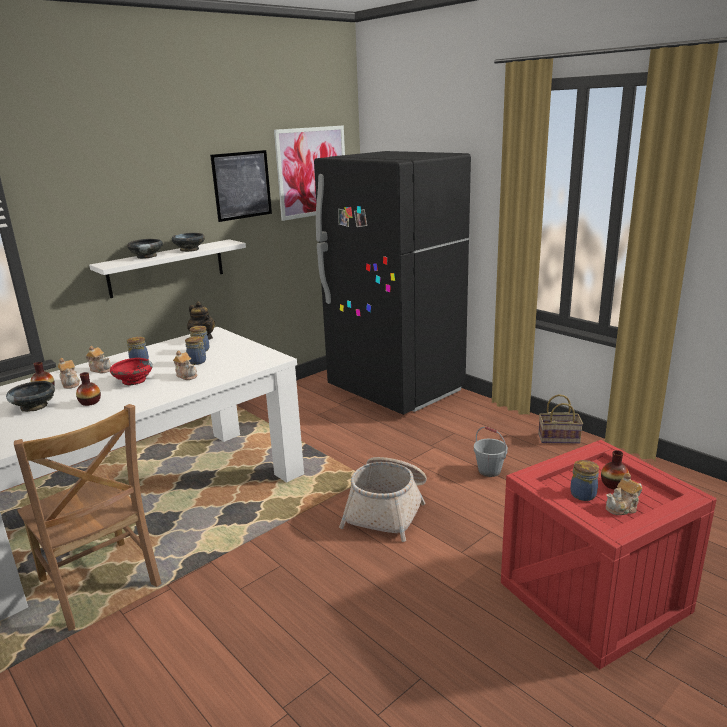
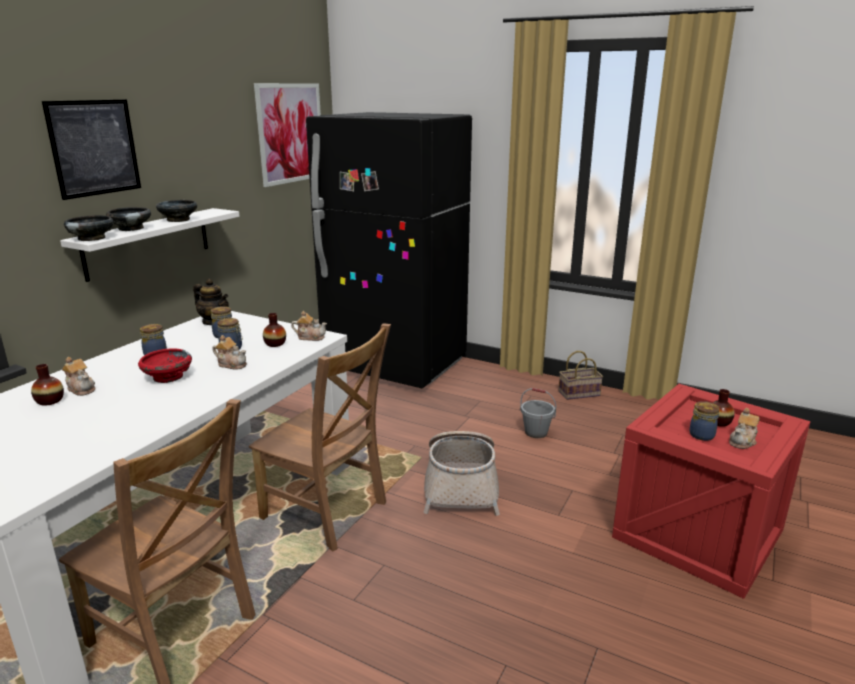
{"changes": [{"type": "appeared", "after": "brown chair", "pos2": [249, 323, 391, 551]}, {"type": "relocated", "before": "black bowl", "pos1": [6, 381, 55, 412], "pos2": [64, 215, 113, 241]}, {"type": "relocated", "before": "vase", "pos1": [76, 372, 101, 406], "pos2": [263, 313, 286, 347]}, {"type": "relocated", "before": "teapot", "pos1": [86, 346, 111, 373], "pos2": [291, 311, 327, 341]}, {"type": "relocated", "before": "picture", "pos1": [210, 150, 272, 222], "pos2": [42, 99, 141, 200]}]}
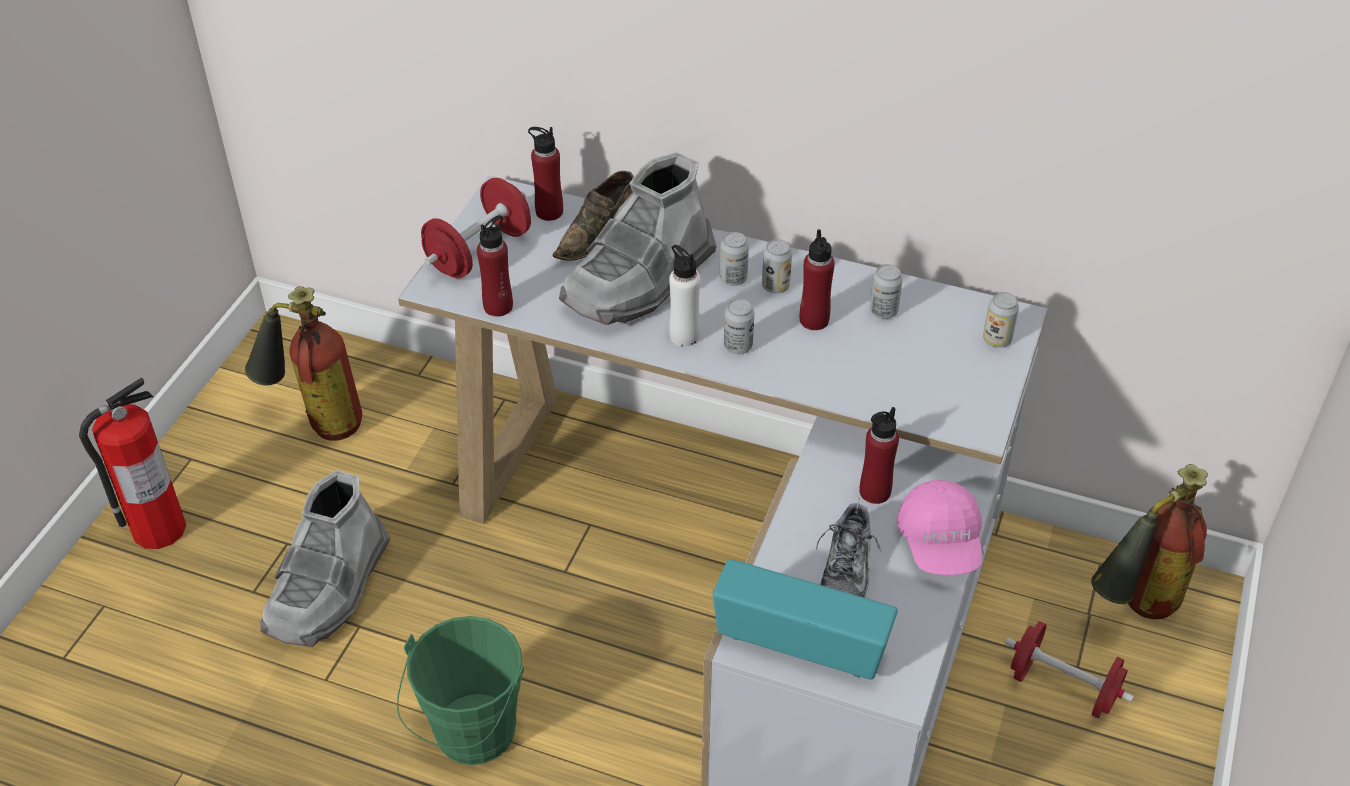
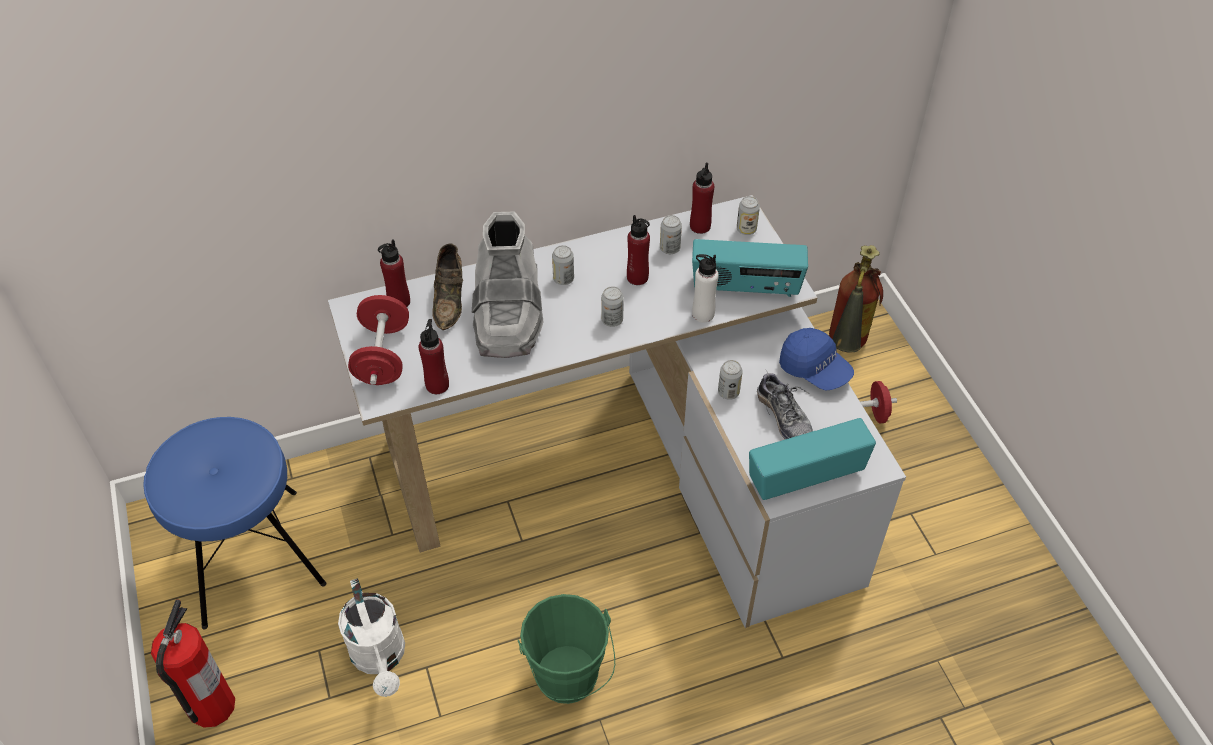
{"changes": [{"type": "appeared", "after": "radio", "pos2": [692, 239, 808, 297]}, {"type": "relocated", "before": "white bottle", "pos1": [669, 245, 700, 347], "pos2": [692, 254, 719, 323]}, {"type": "relocated", "before": "can", "pos1": [762, 239, 792, 294], "pos2": [718, 360, 743, 400]}, {"type": "relocated", "before": "red bottle", "pos1": [860, 407, 899, 504], "pos2": [690, 163, 714, 234]}, {"type": "exchanged", "before": "fire extinguisher", "after": "blue stool", "pos1": [245, 286, 362, 441], "pos2": [143, 417, 326, 630]}, {"type": "exchanged", "before": "grey boot", "after": "white watering can", "pos1": [260, 470, 390, 647], "pos2": [338, 578, 405, 697]}, {"type": "colour", "before": "pink cap", "after": "blue cap", "pos1": [897, 479, 983, 575], "pos2": [779, 328, 854, 391]}]}
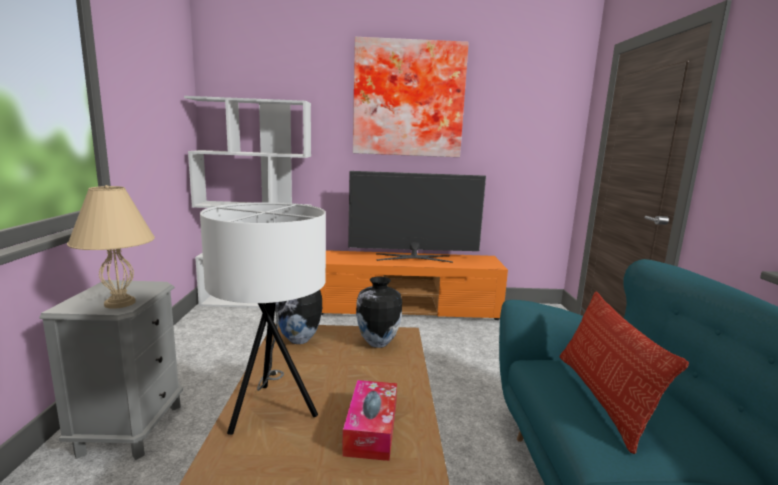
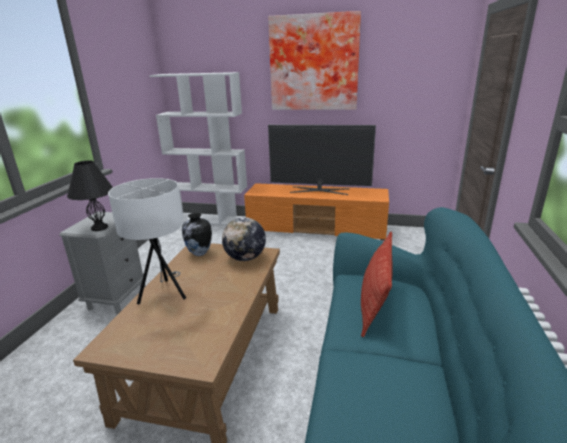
{"changes": [{"type": "missing", "before": "tissue box", "pos1": [342, 380, 397, 461]}, {"type": "exchanged", "before": "vase", "after": "globe", "pos1": [356, 277, 402, 348], "pos2": [222, 217, 266, 261]}, {"type": "colour", "before": "beige table lamp", "after": "black table lamp", "pos1": [67, 185, 155, 309], "pos2": [67, 160, 113, 231]}]}
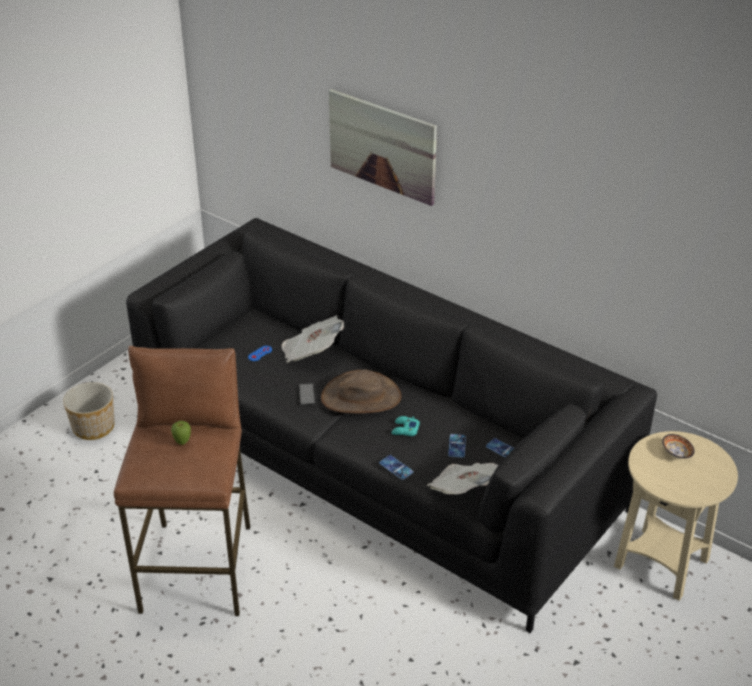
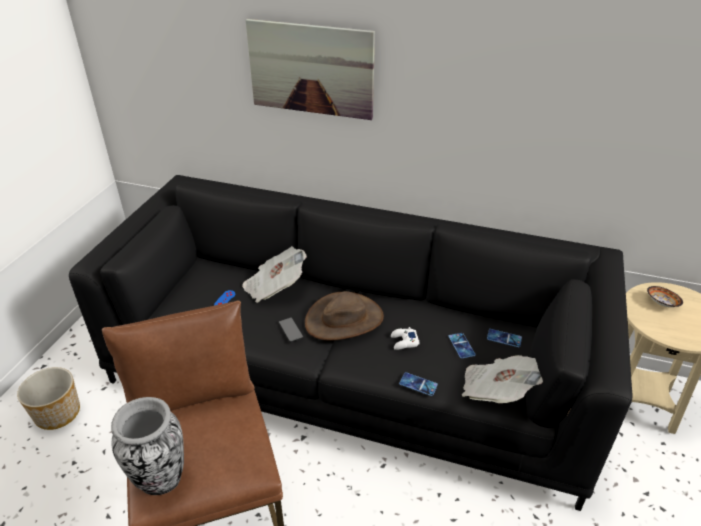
{"changes": [{"type": "missing", "before": "apple", "pos1": [171, 421, 191, 445]}, {"type": "appeared", "after": "vase", "pos2": [111, 397, 184, 495]}, {"type": "colour", "before": "turquoise game controller", "after": "white game controller", "pos1": [392, 416, 420, 436], "pos2": [391, 327, 419, 350]}]}
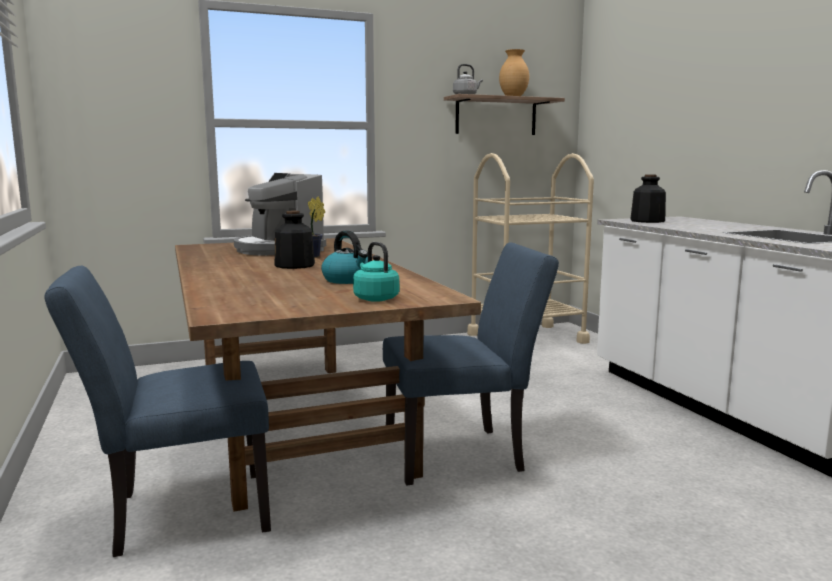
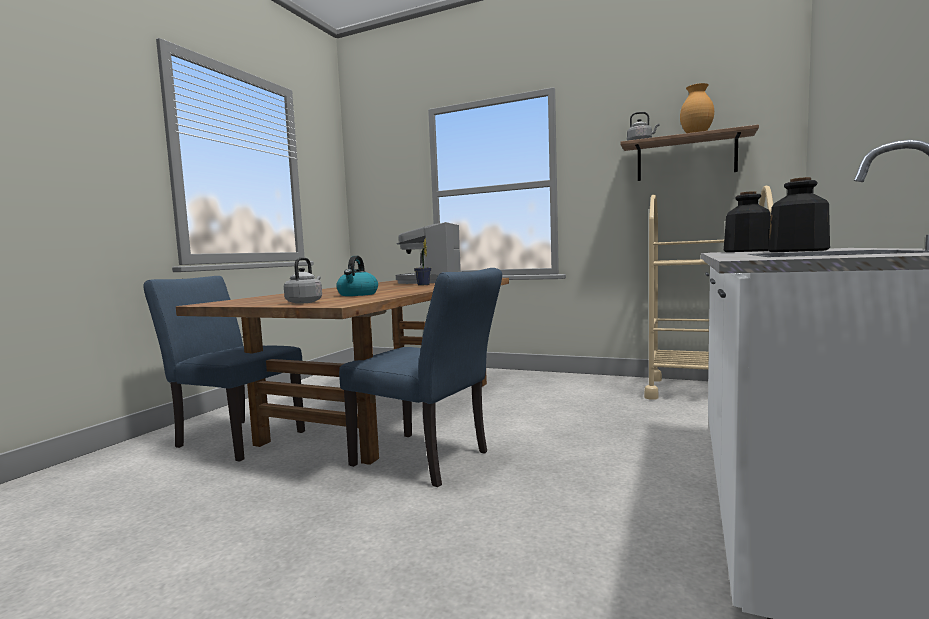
{"changes": [{"type": "relocated", "before": "bottle", "pos1": [275, 211, 315, 269], "pos2": [768, 177, 830, 252]}, {"type": "colour", "before": "turquoise kettle", "after": "grey kettle", "pos1": [353, 242, 399, 302], "pos2": [284, 257, 322, 304]}]}
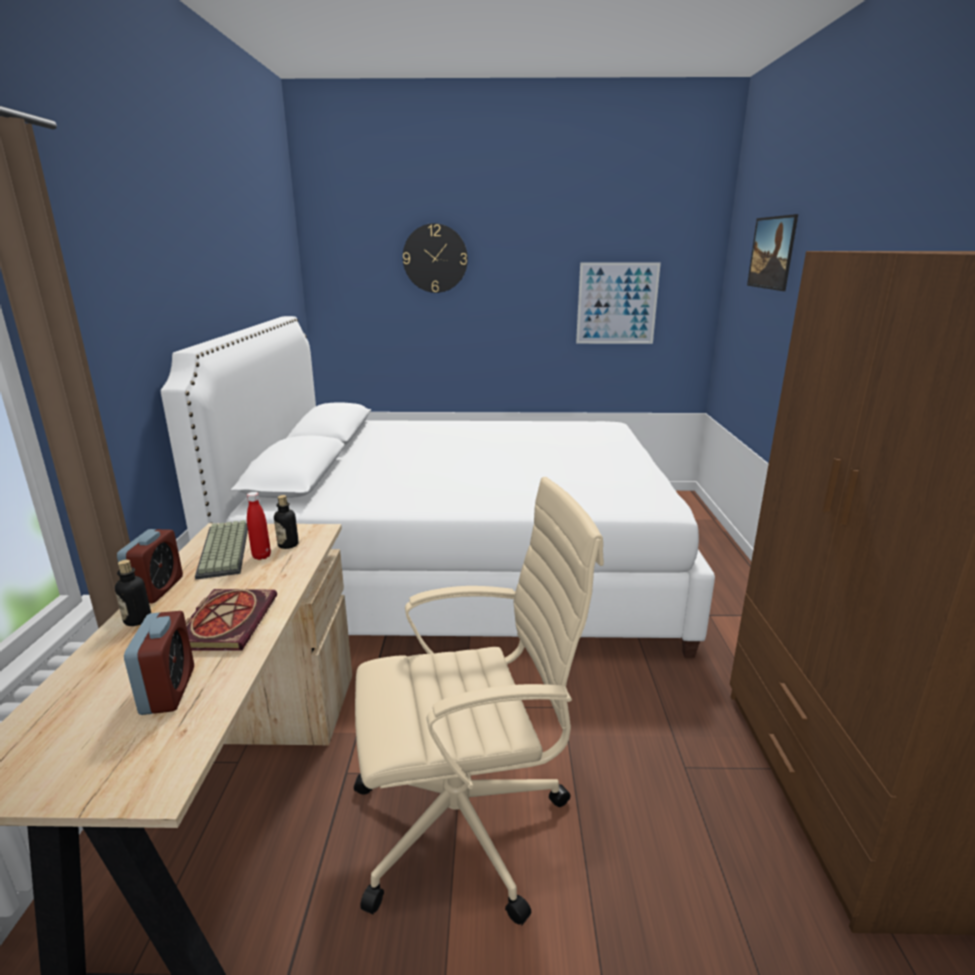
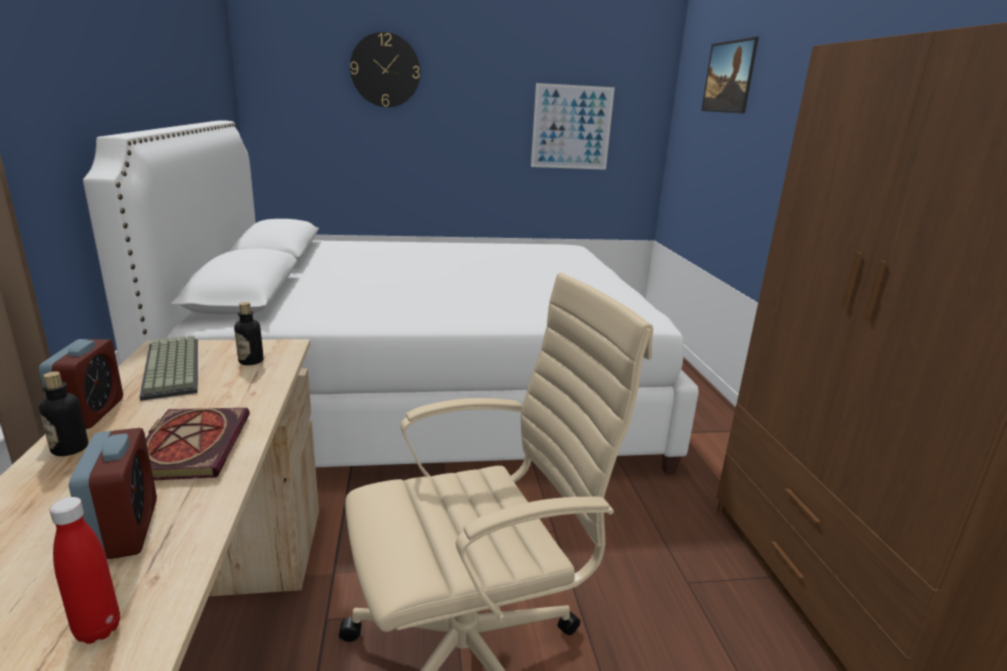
{"changes": [{"type": "relocated", "before": "red bottle", "pos1": [247, 492, 271, 560], "pos2": [49, 497, 120, 644]}]}
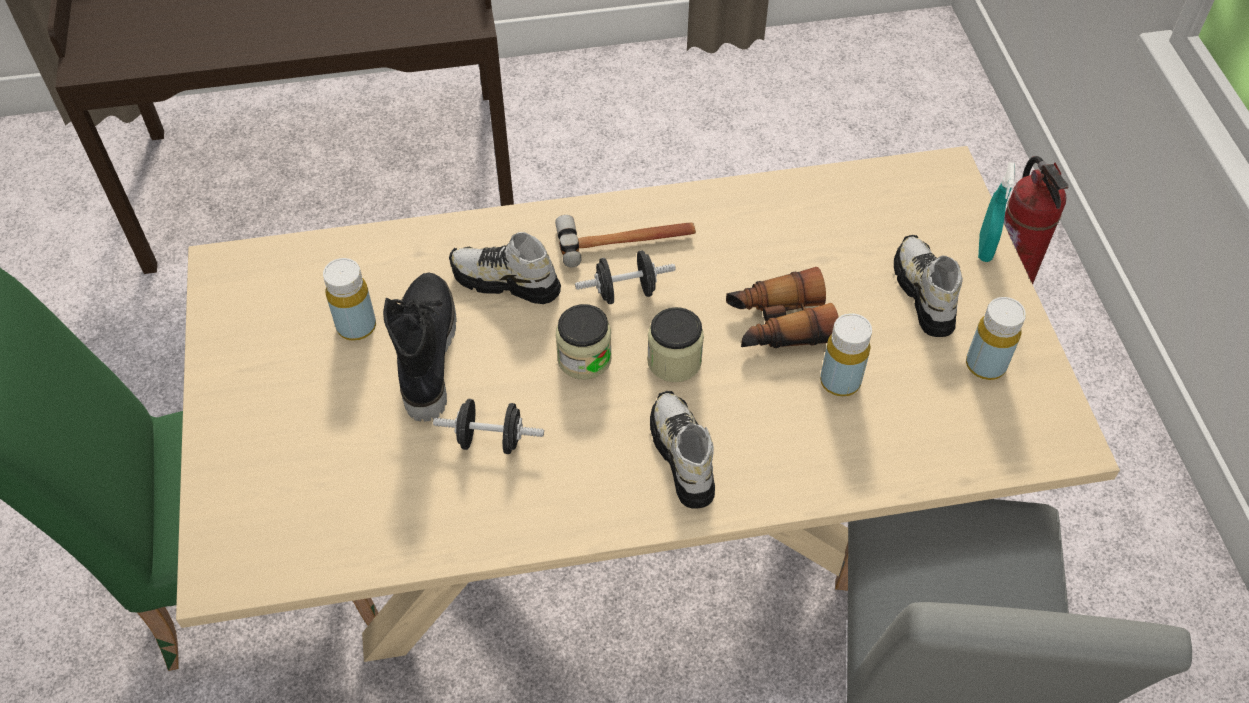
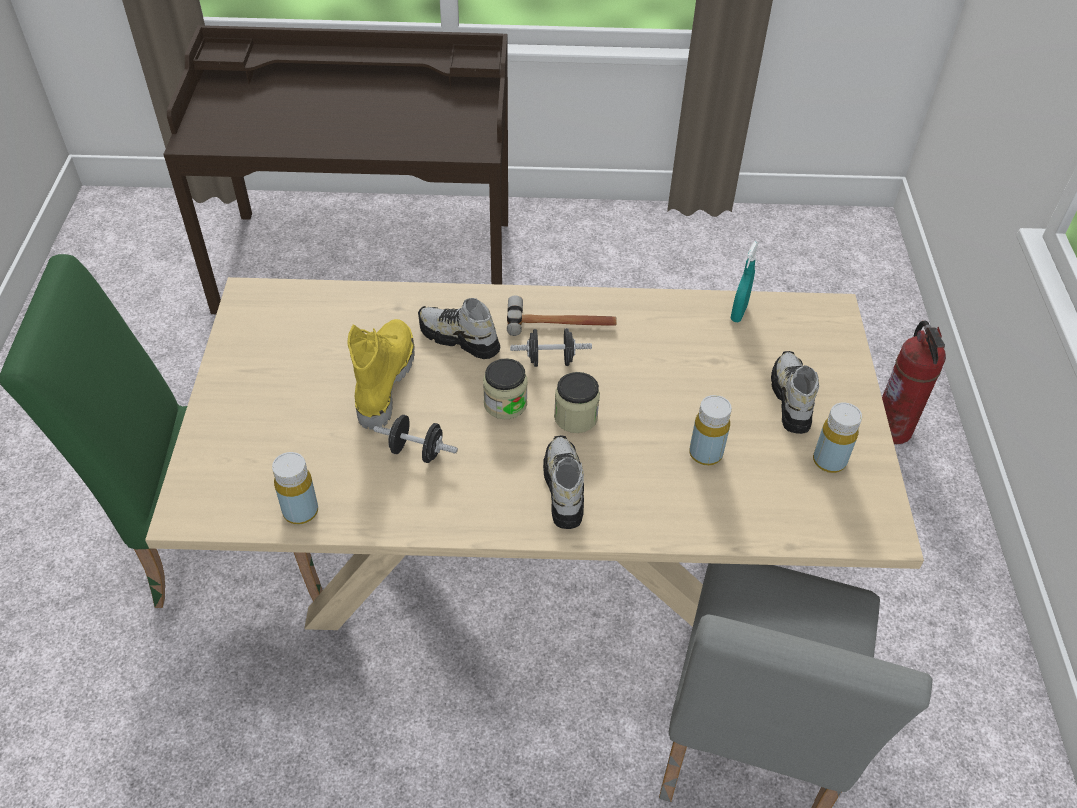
{"changes": [{"type": "missing", "before": "binoculars", "pos1": [726, 267, 839, 348]}, {"type": "relocated", "before": "yellow bottle", "pos1": [323, 258, 376, 341], "pos2": [272, 452, 318, 524]}, {"type": "relocated", "before": "turquoise spray bottle", "pos1": [978, 162, 1015, 262], "pos2": [730, 241, 758, 322]}, {"type": "colour", "before": "black boot", "after": "yellow boot", "pos1": [383, 272, 457, 422], "pos2": [347, 319, 415, 430]}]}
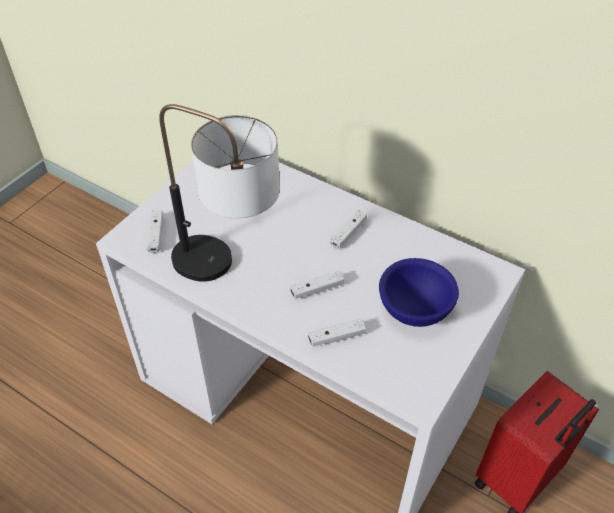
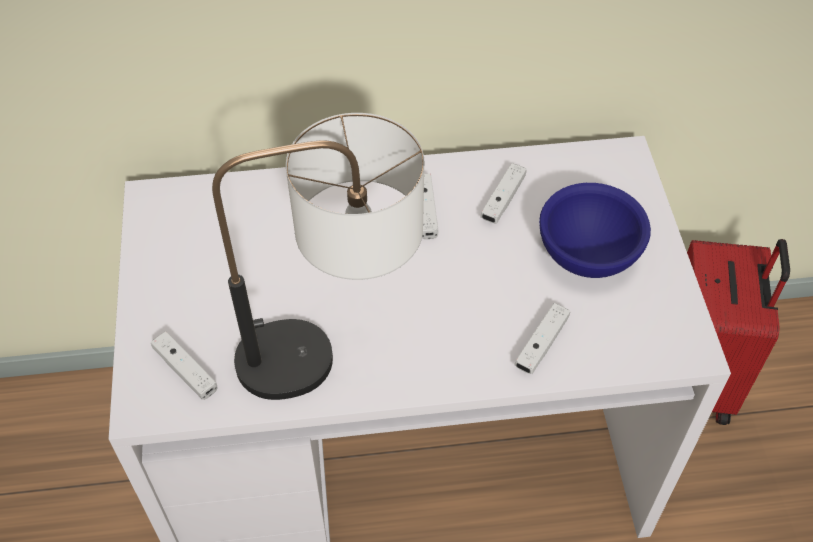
{"changes": [{"type": "relocated", "before": "white game controller", "pos1": [290, 270, 345, 299], "pos2": [480, 163, 527, 223]}]}
